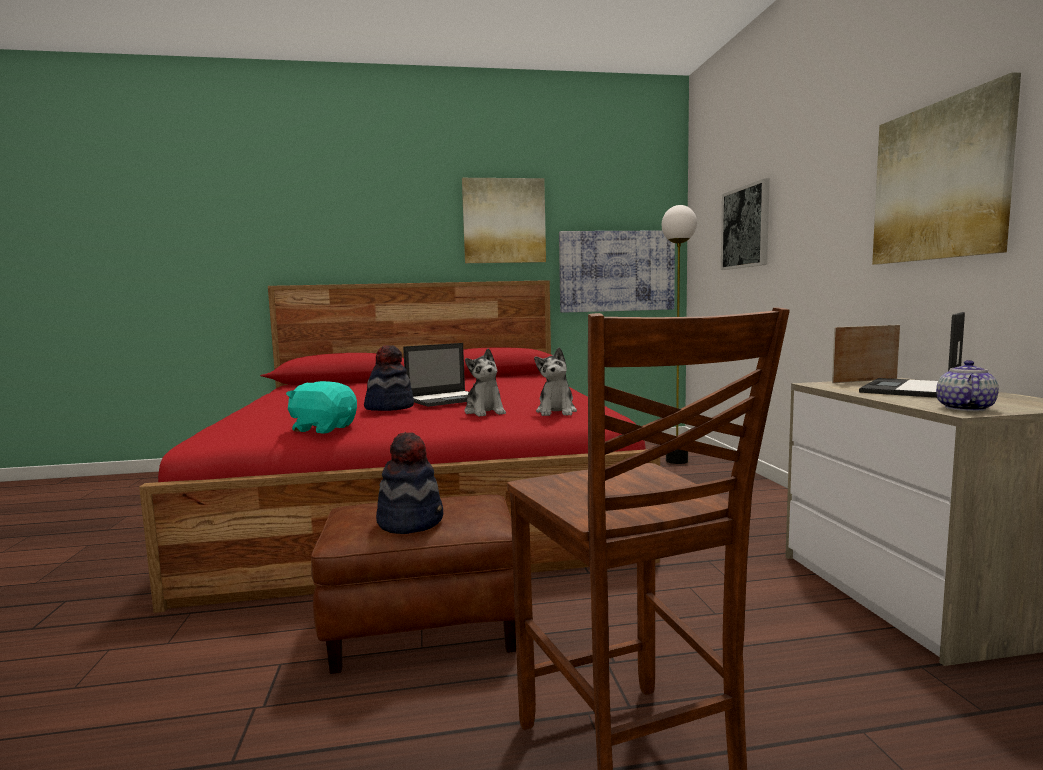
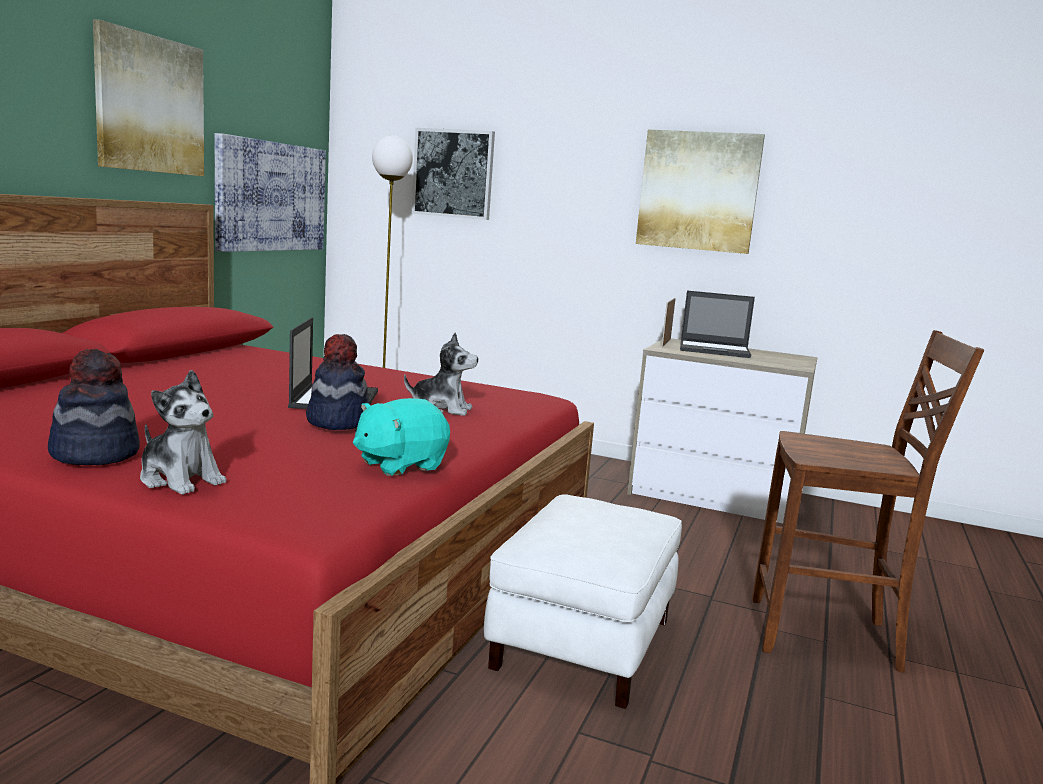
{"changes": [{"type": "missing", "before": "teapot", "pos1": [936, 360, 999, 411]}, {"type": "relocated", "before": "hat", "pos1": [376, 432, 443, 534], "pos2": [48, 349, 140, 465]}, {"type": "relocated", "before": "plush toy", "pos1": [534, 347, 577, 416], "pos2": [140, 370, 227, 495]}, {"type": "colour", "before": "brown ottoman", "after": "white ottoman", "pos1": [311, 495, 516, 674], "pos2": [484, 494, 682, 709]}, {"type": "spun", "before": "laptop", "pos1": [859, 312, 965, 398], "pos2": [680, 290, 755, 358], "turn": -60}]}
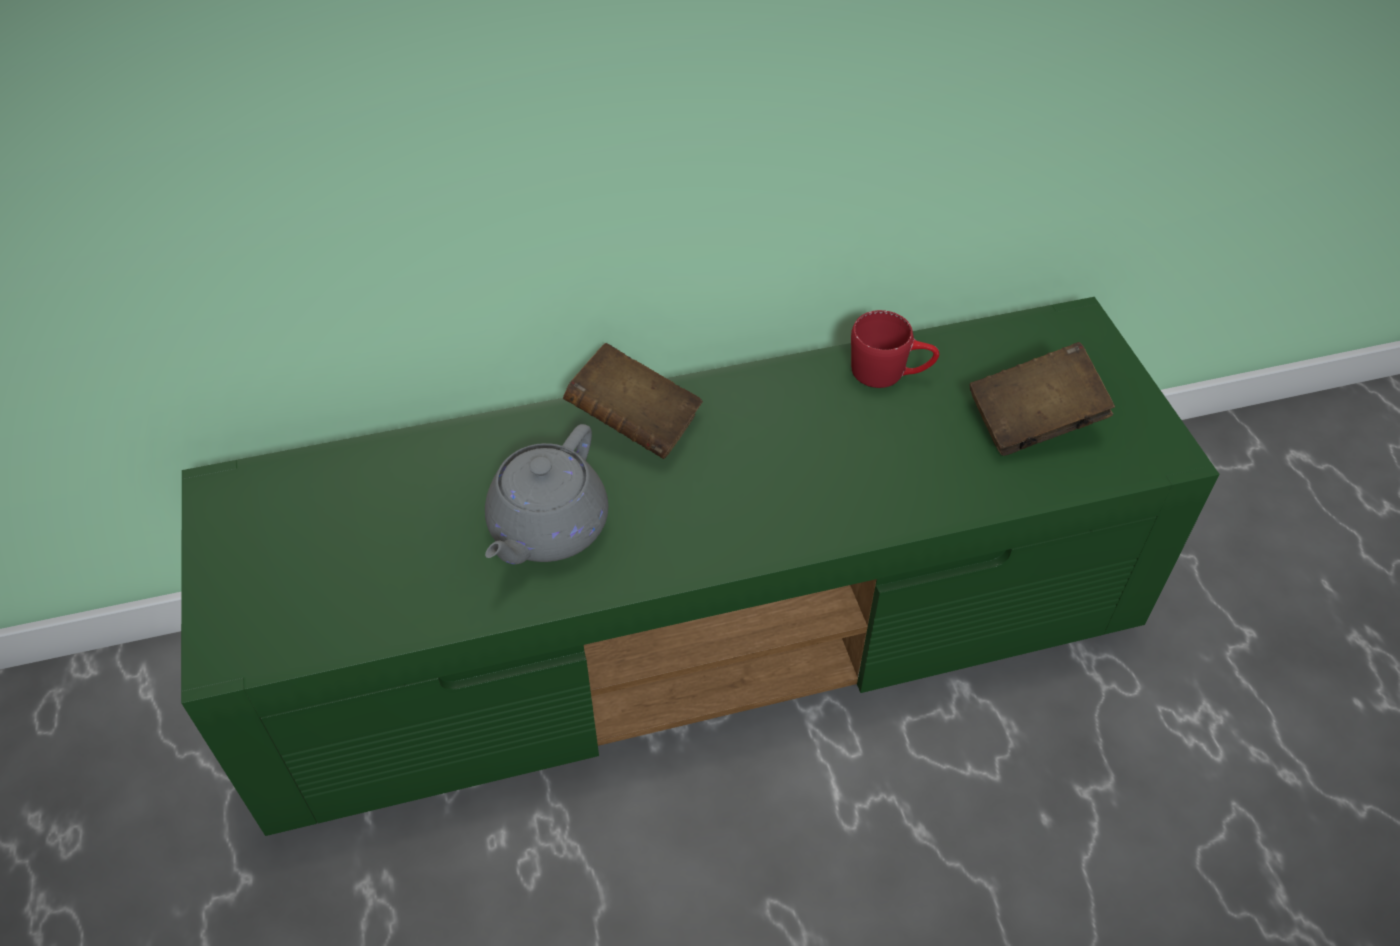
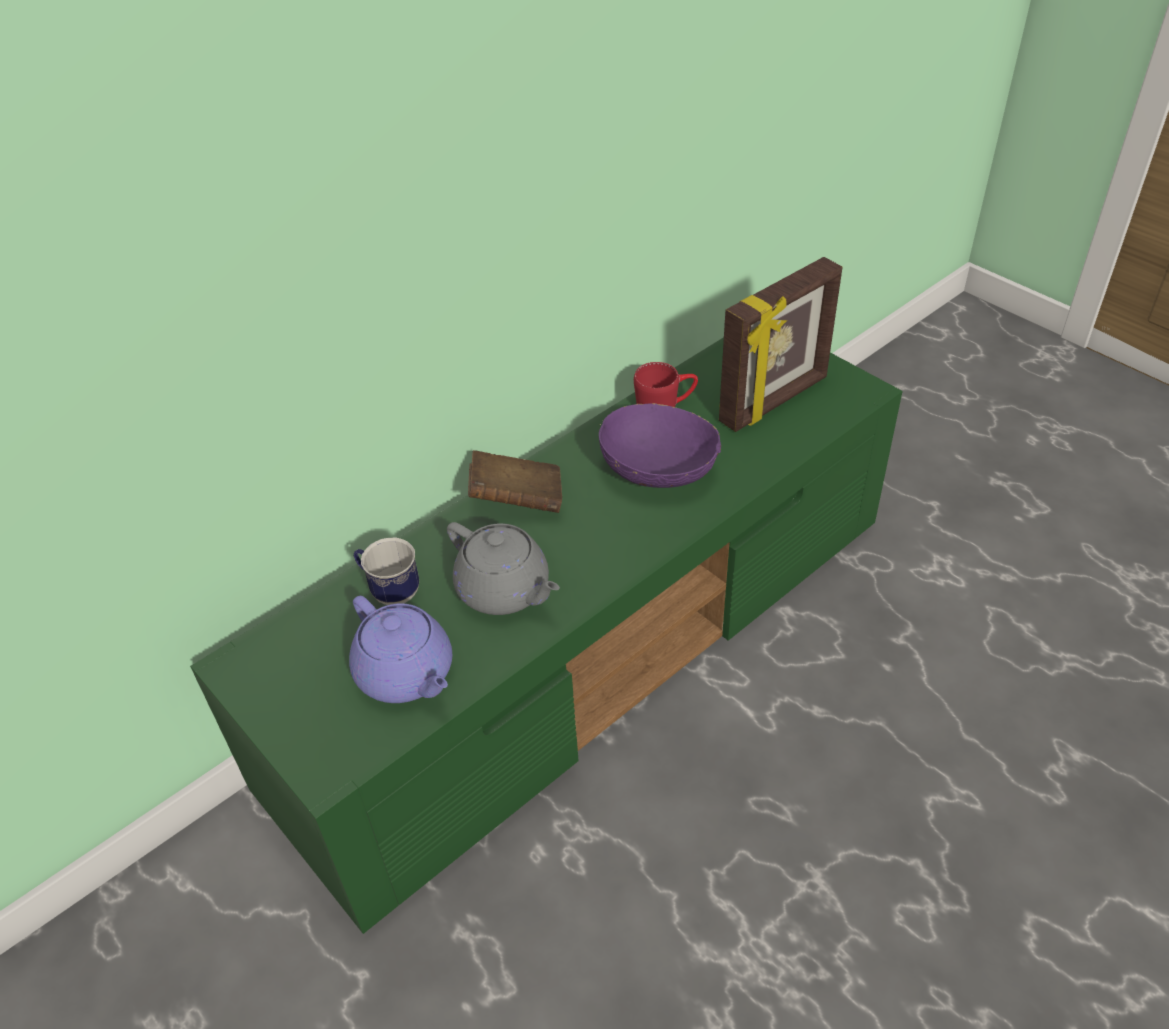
{"changes": [{"type": "appeared", "after": "purple teapot", "pos2": [349, 596, 452, 703]}, {"type": "appeared", "after": "mug", "pos2": [354, 538, 419, 605]}, {"type": "appeared", "after": "purple bowl", "pos2": [597, 403, 721, 488]}, {"type": "exchanged", "before": "brown book", "after": "picture frame", "pos1": [970, 342, 1115, 456], "pos2": [719, 257, 843, 432]}, {"type": "spun", "before": "grey teapot", "pos1": [485, 424, 609, 564], "pos2": [447, 522, 560, 615], "turn": -45}]}
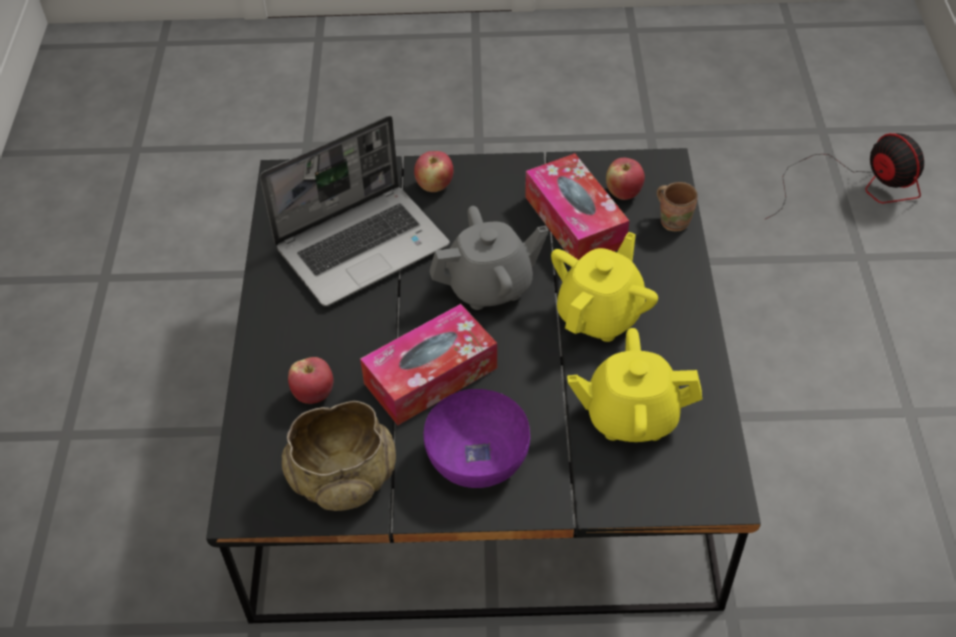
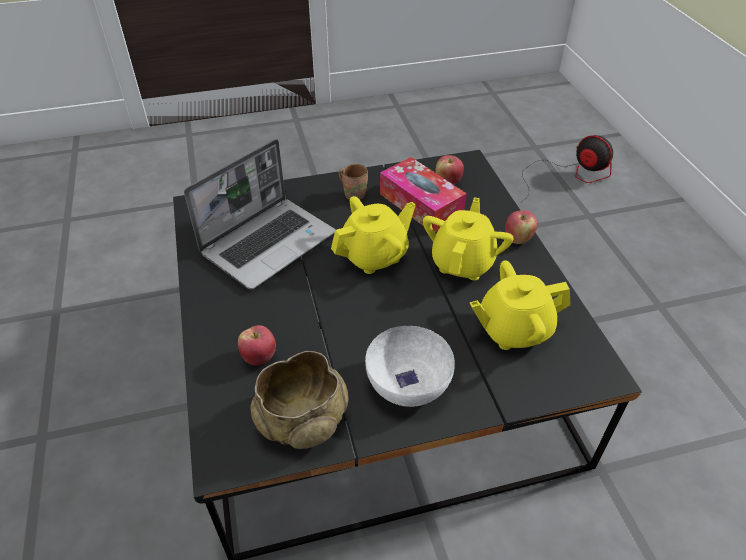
{"changes": [{"type": "missing", "before": "tissue box", "pos1": [360, 304, 497, 425]}, {"type": "relocated", "before": "apple", "pos1": [414, 151, 453, 192], "pos2": [505, 210, 538, 244]}, {"type": "relocated", "before": "brown mug", "pos1": [657, 182, 698, 231], "pos2": [339, 164, 368, 200]}, {"type": "colour", "before": "purple bowl", "after": "white bowl", "pos1": [424, 389, 530, 488], "pos2": [365, 326, 455, 407]}, {"type": "colour", "before": "grey teapot", "after": "yellow teapot", "pos1": [429, 206, 549, 310], "pos2": [331, 196, 416, 274]}]}
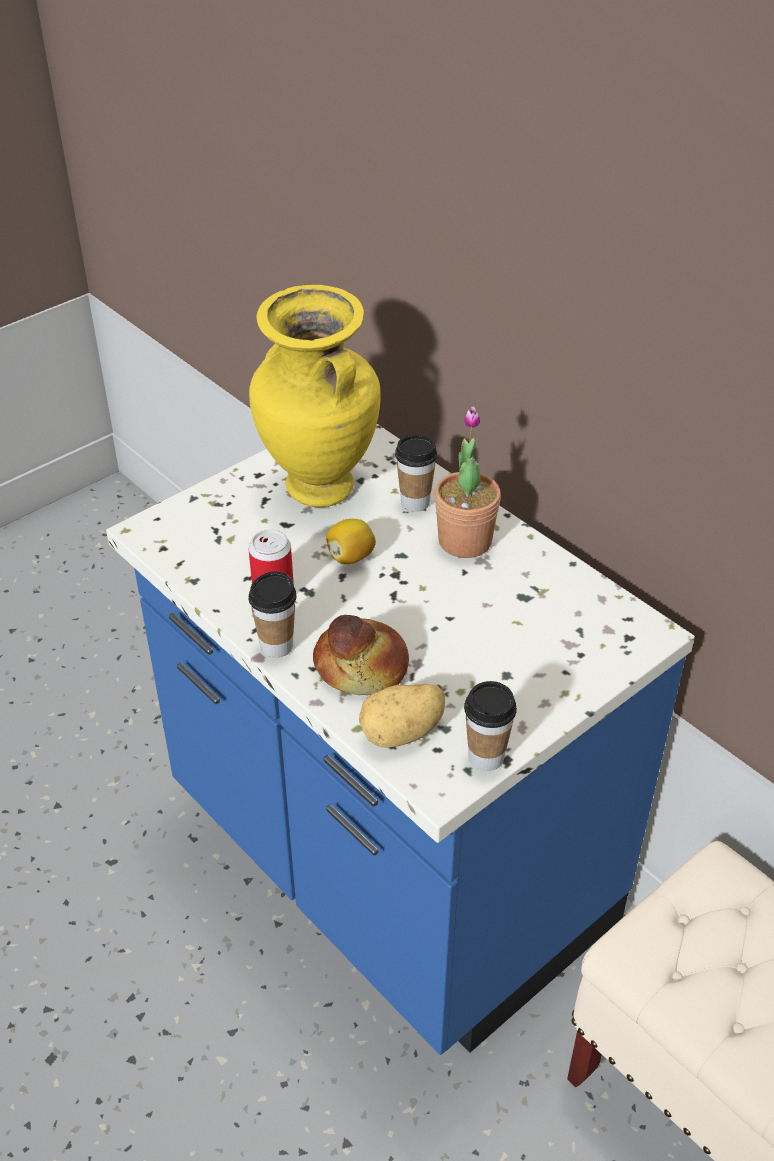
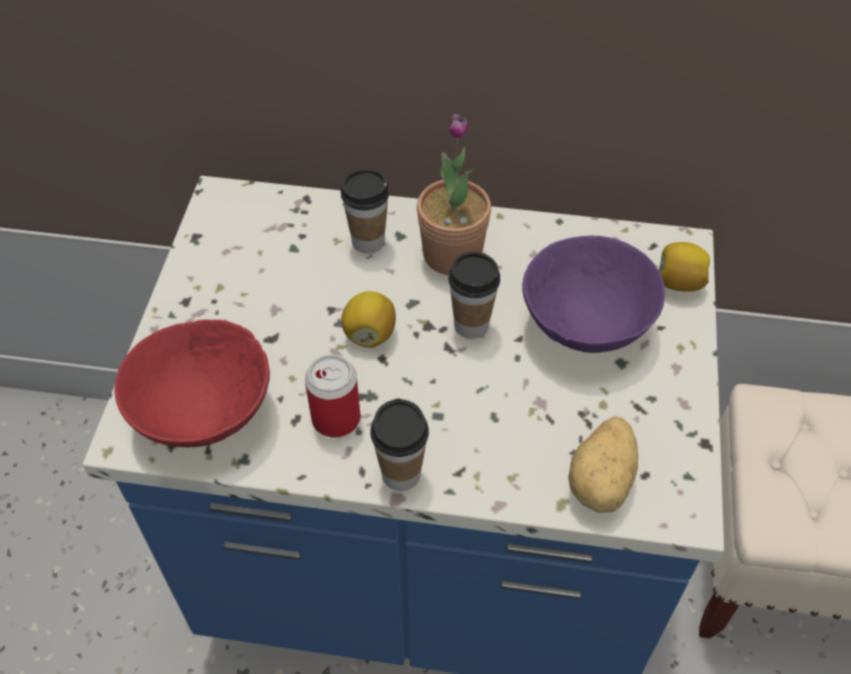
{"changes": [{"type": "missing", "before": "yellow vase", "pos1": [249, 285, 381, 507]}, {"type": "missing", "before": "bread", "pos1": [313, 615, 409, 695]}, {"type": "appeared", "after": "red bowl", "pos2": [114, 319, 270, 447]}, {"type": "appeared", "after": "purple bowl", "pos2": [522, 236, 665, 353]}, {"type": "appeared", "after": "lemon", "pos2": [659, 242, 710, 292]}, {"type": "relocated", "before": "cup", "pos1": [464, 681, 517, 771], "pos2": [448, 251, 500, 339]}]}
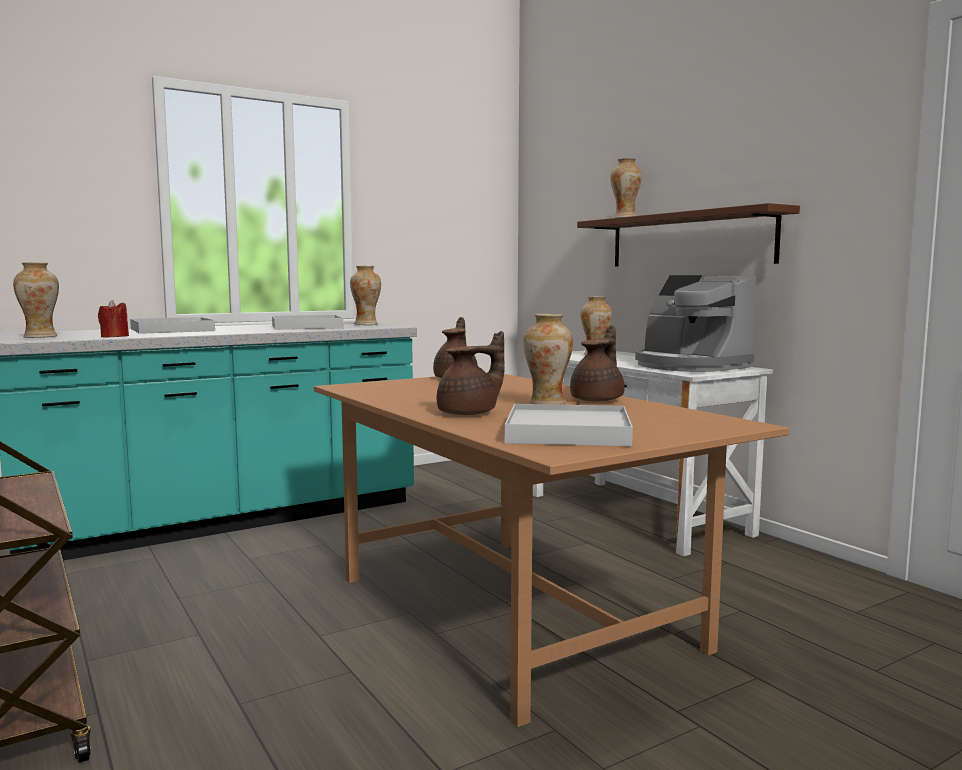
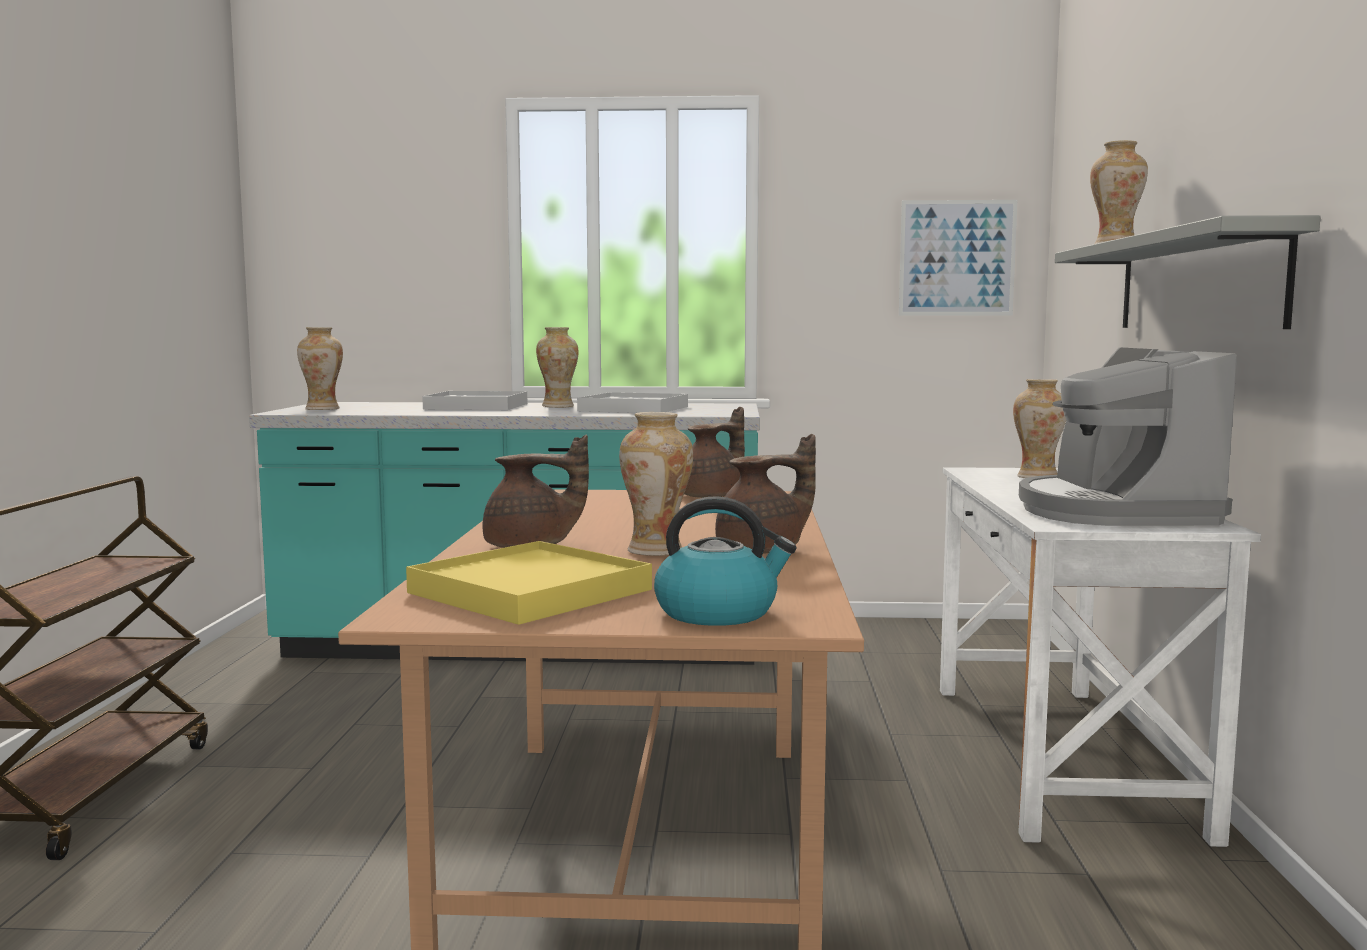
{"changes": [{"type": "missing", "before": "red candle", "pos1": [98, 300, 129, 337]}, {"type": "appeared", "after": "kettle", "pos2": [654, 496, 797, 626]}, {"type": "appeared", "after": "picture", "pos2": [899, 200, 1017, 315]}, {"type": "relocated", "before": "vase", "pos1": [350, 266, 381, 325], "pos2": [536, 327, 578, 408]}, {"type": "colour", "before": "white tray", "after": "yellow tray", "pos1": [505, 404, 633, 446], "pos2": [406, 541, 652, 625]}, {"type": "colour", "before": "brown shelf", "after": "grey shelf", "pos1": [577, 203, 800, 267], "pos2": [1055, 215, 1321, 329]}]}
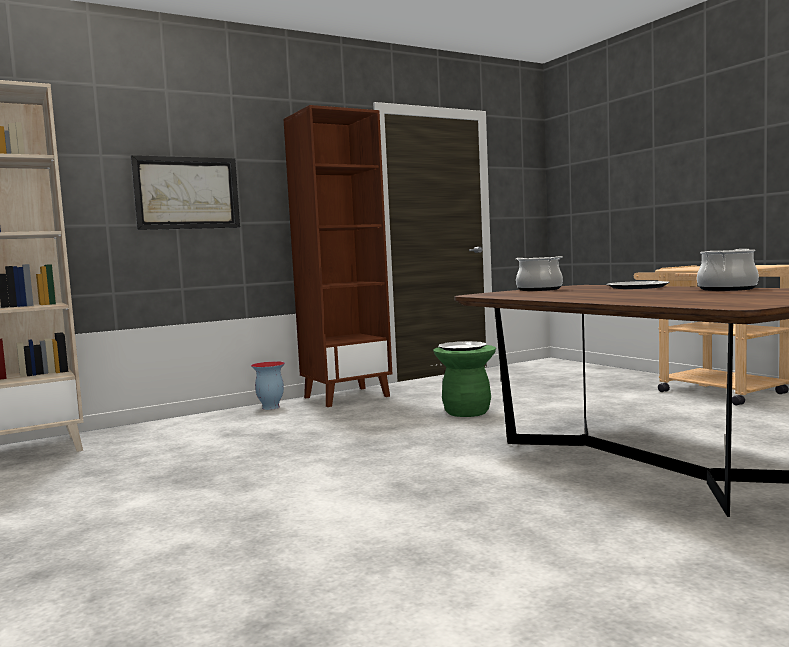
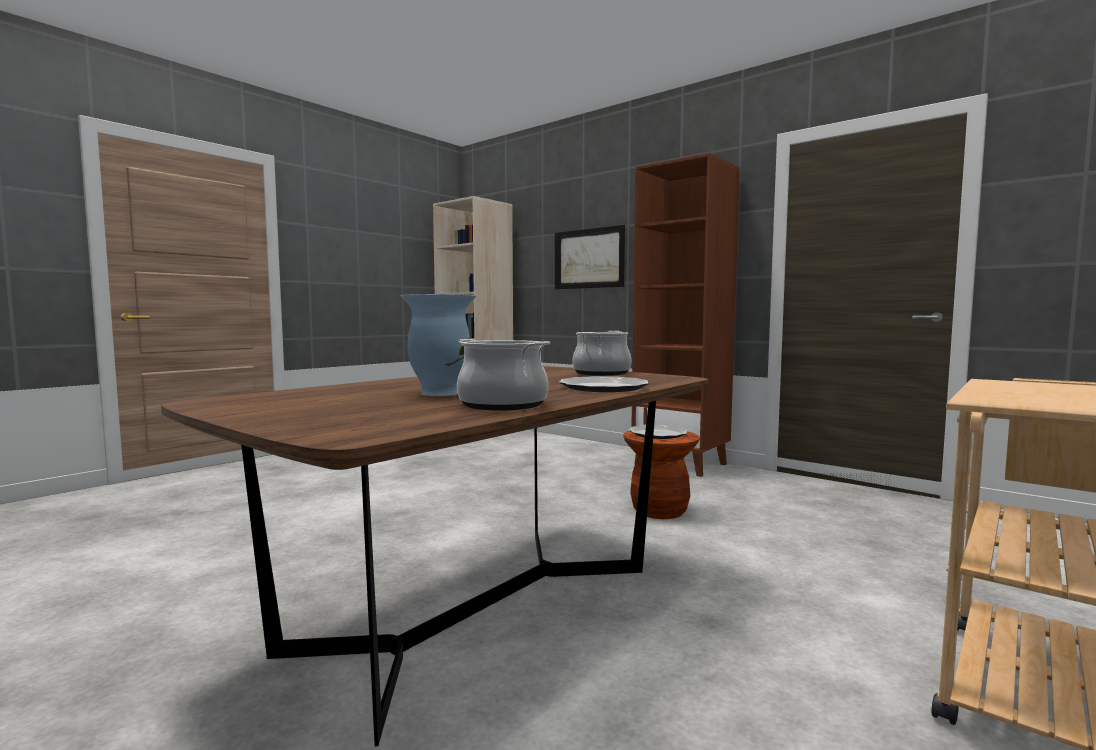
{"changes": [{"type": "relocated", "before": "vase", "pos1": [251, 361, 285, 410], "pos2": [400, 294, 476, 396]}, {"type": "colour", "before": "green stool", "after": "brown stool", "pos1": [433, 345, 496, 417], "pos2": [623, 431, 700, 519]}]}
